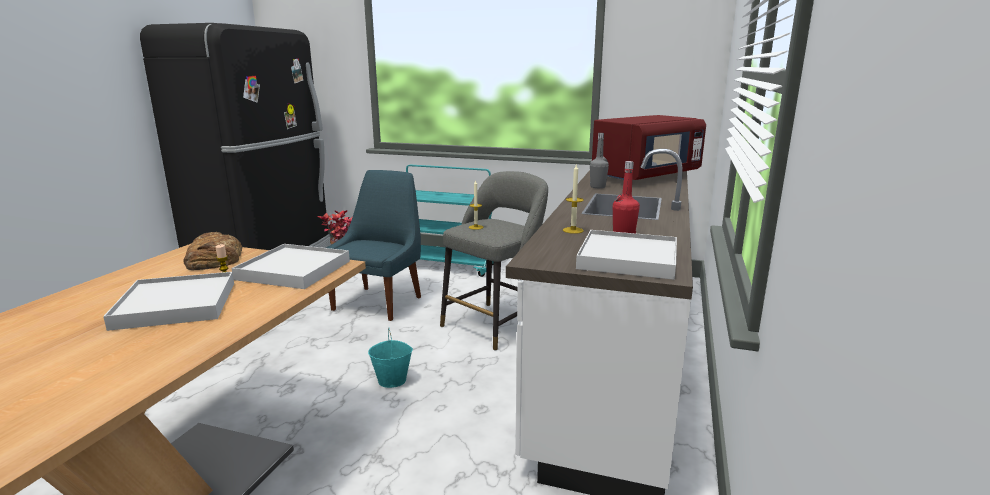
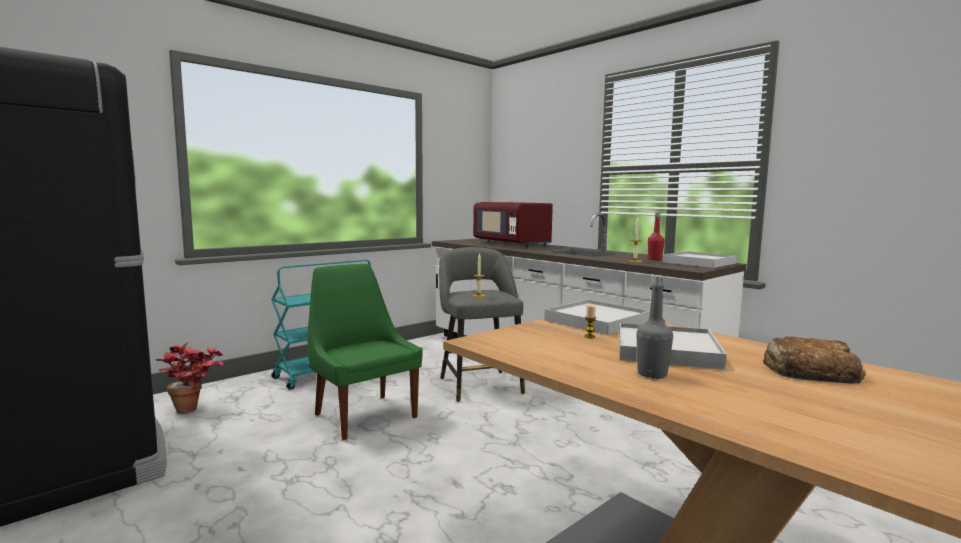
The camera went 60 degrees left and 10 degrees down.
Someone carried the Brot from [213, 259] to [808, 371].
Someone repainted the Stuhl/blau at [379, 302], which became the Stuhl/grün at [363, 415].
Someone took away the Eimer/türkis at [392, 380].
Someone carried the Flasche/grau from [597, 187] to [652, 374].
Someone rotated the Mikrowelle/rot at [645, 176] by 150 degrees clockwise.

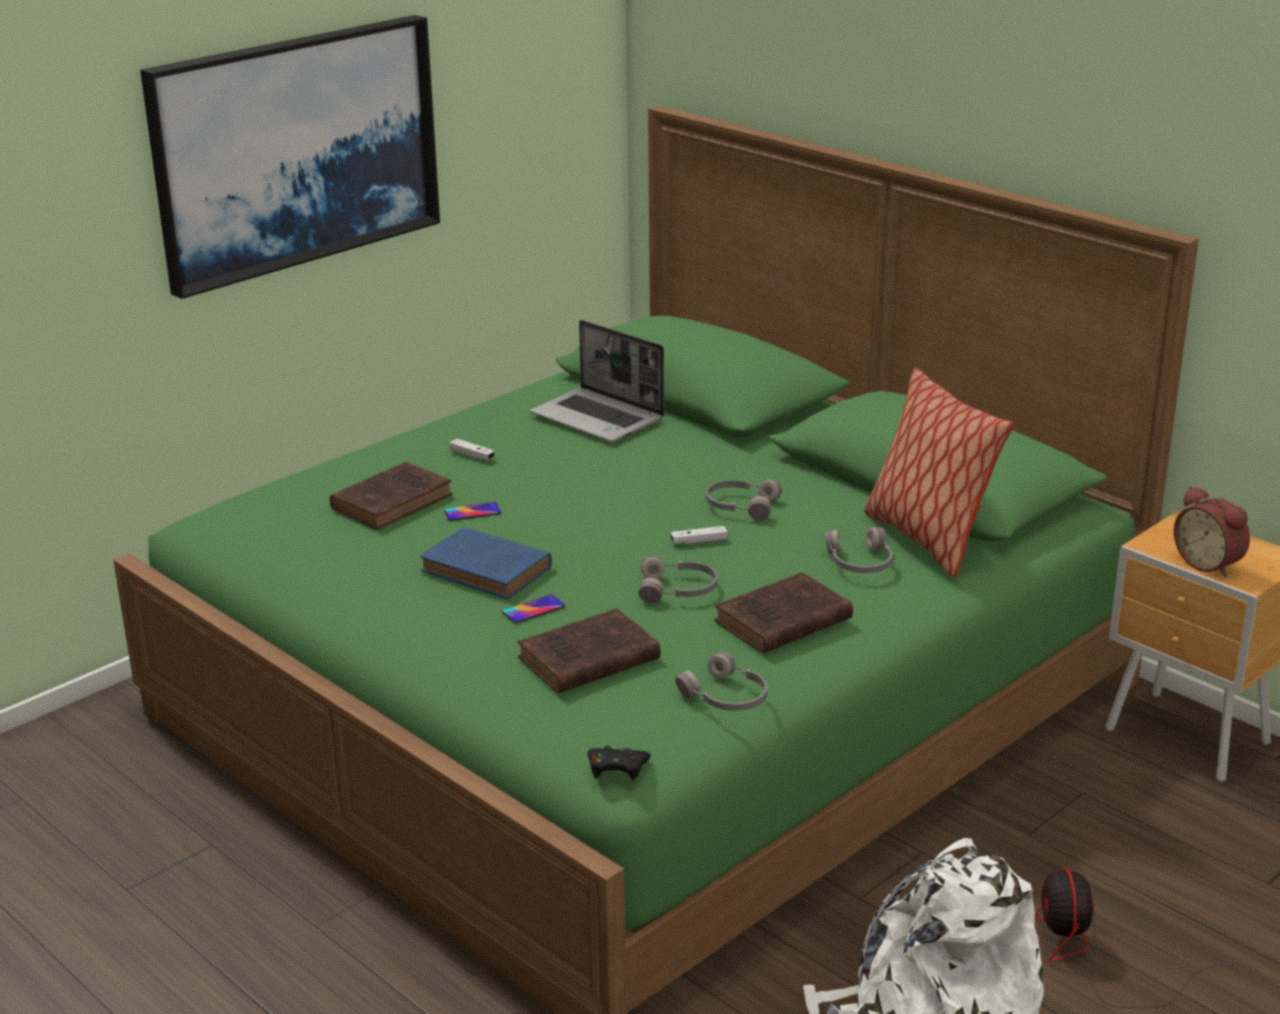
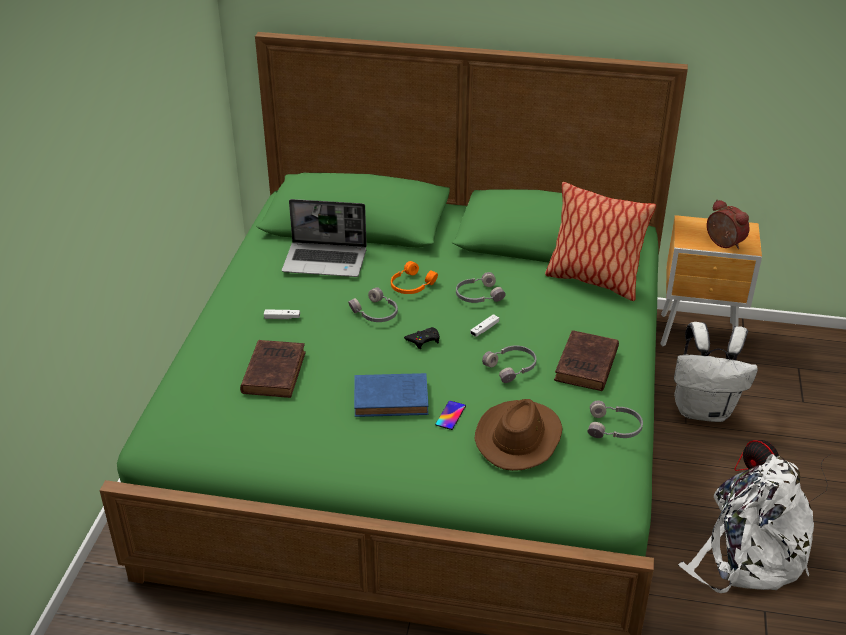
The camera went 35 degrees left and 10 degrees up.
Someone took away the Bild at [296, 150].
Someone took away the Handy at [472, 512].
Someone swapped the Buch/braun at [585, 660] for the Hut/braun at [518, 437].
Someone carried the Gamepad/schwarz from [617, 768] to [423, 340].
Someone carried the Kopfhörer/grau from [859, 562] to [375, 313].
Someone rotated the Wecker at [1209, 563] by 150 degrees counterclockwise.
Someone put down the Kopfhörer/orange at [411, 285].
Someone put down the Rucksack/weiß at [704, 410].

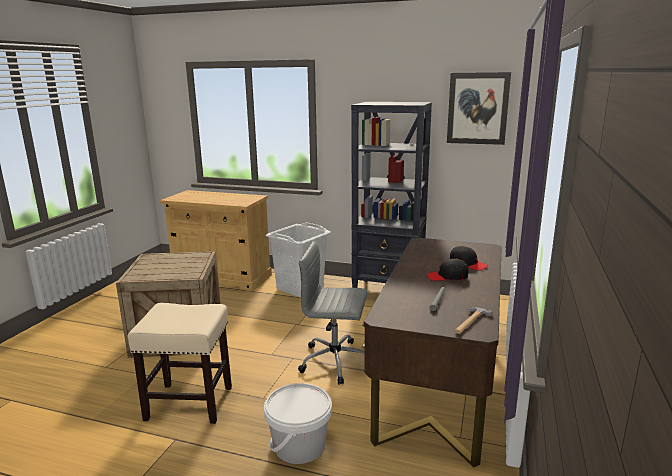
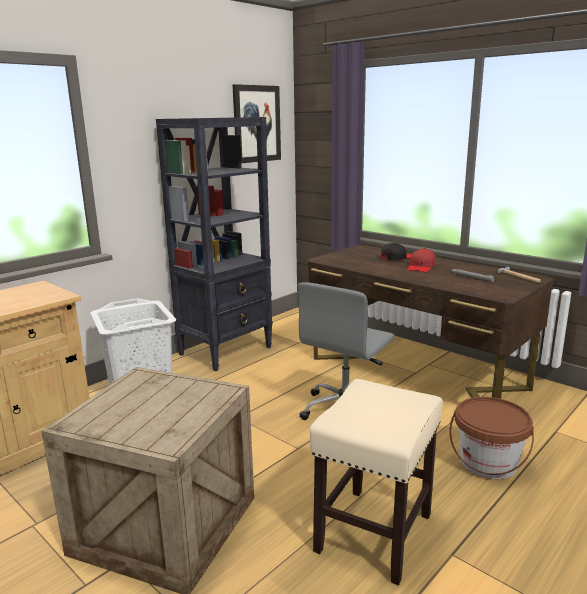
The camera went 65 degrees left and 0 degrees up.
Someone repainted the Eimer/weiß at [299, 446], which became the Eimer/braun at [488, 462].
Someone repainted the Kappe/schwarz at [447, 276], which became the Kappe/rot at [421, 267].

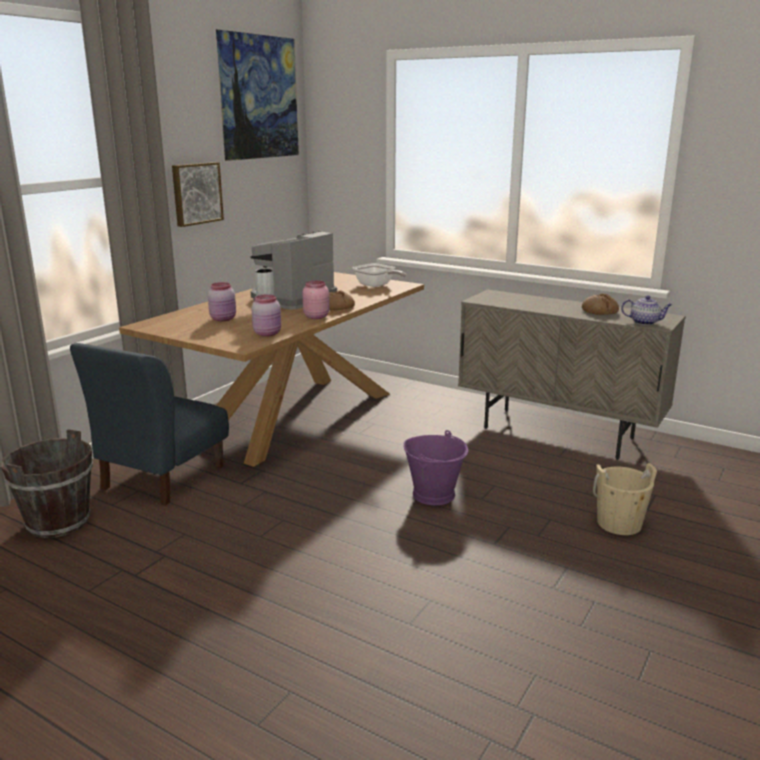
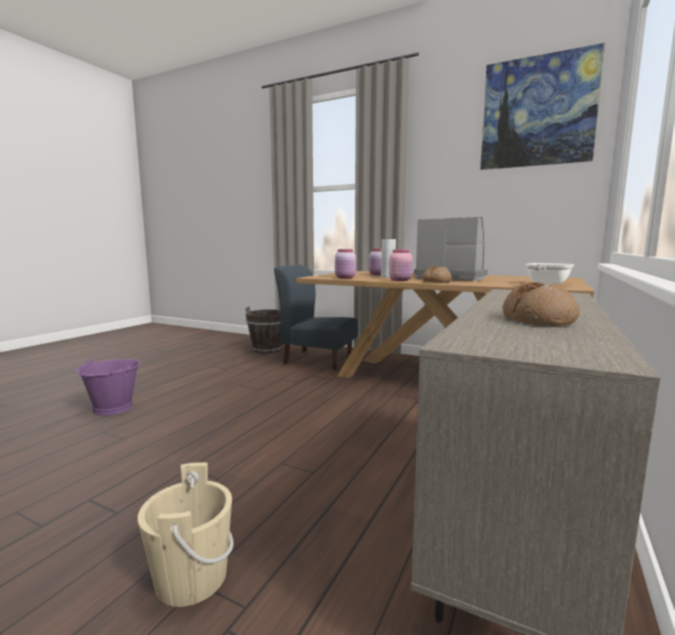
The camera went 85 degrees right and 10 degrees down.
Someone took away the Bild at [196, 193].
Someone carried the Eimer/lila from [434, 494] to [113, 408].
Someone took away the Teekanne at [645, 322].

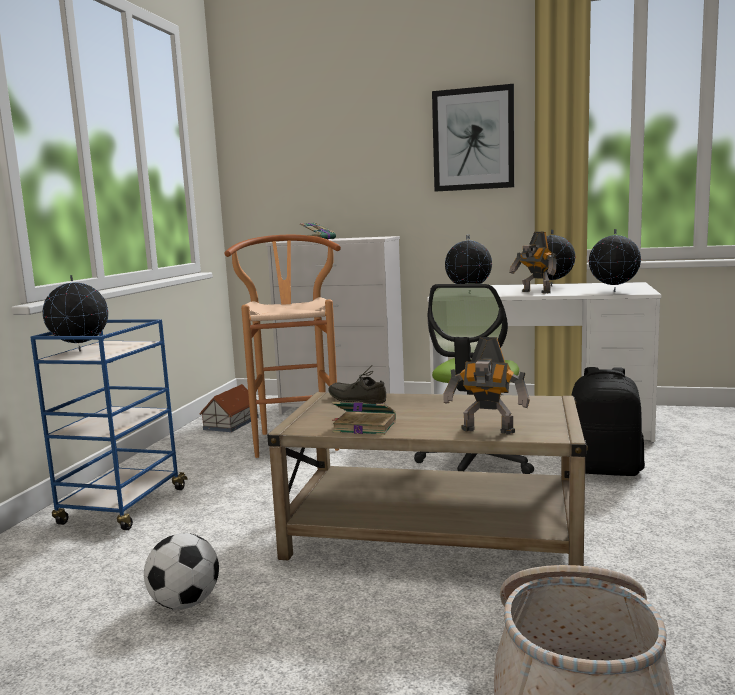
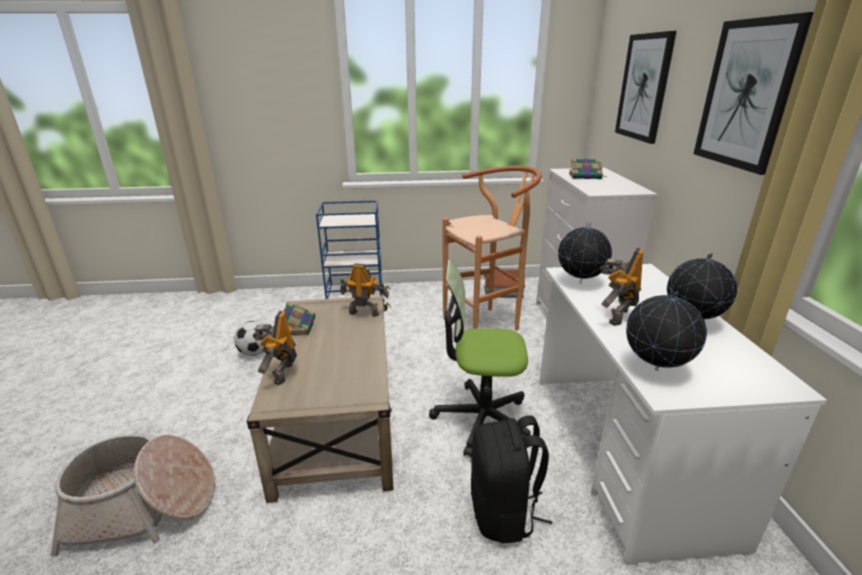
The camera went 70 degrees right and 15 degrees up.
Someone took away the Globus at [81, 351].
Someone swapped the Schuh/grau at [358, 399] for the Spielzeugroboter at [364, 313].
Someone put up the Bild at [644, 87].

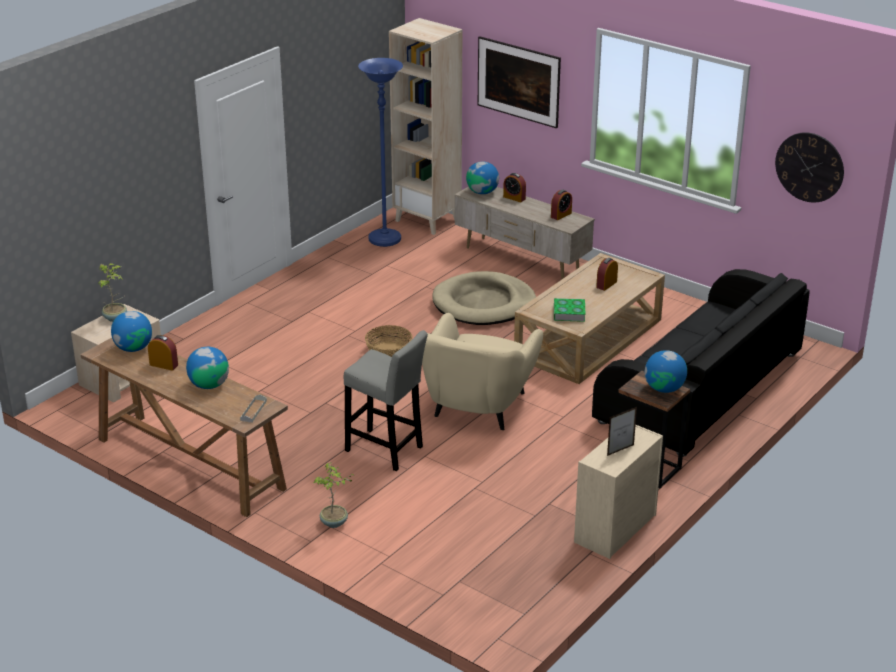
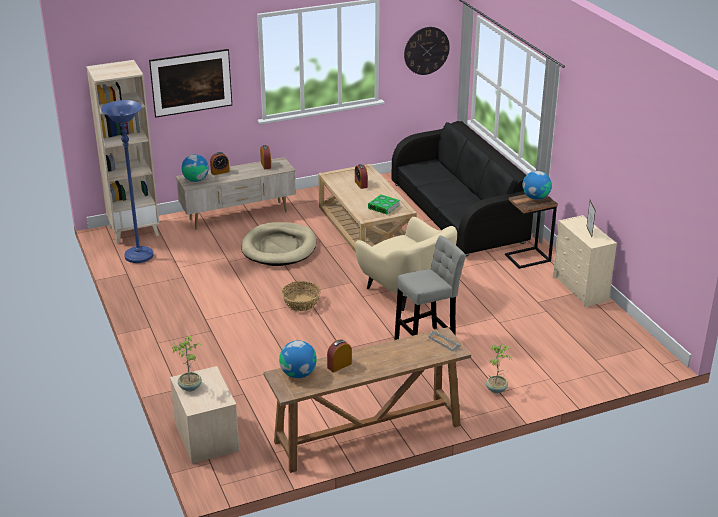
The camera went 60 degrees left and 0 degrees up.
Someone took away the Globus at [209, 385].

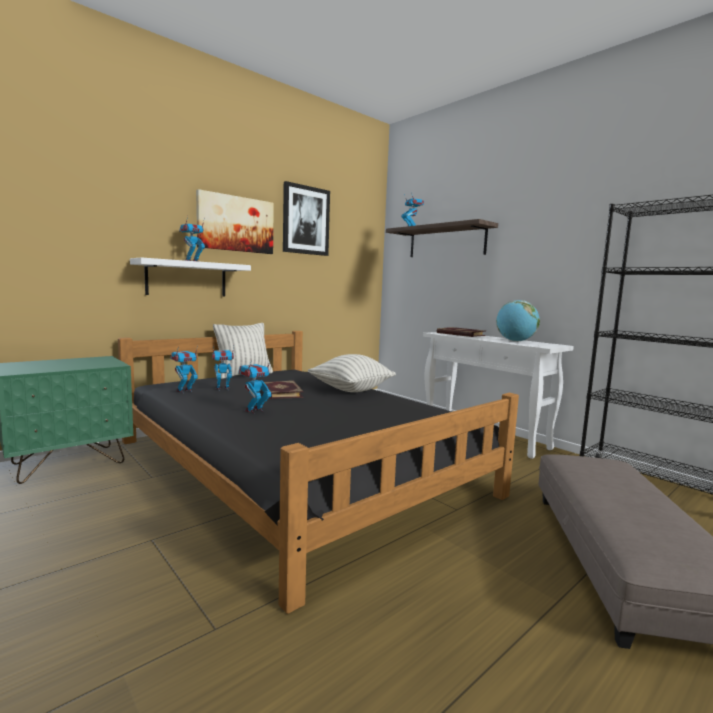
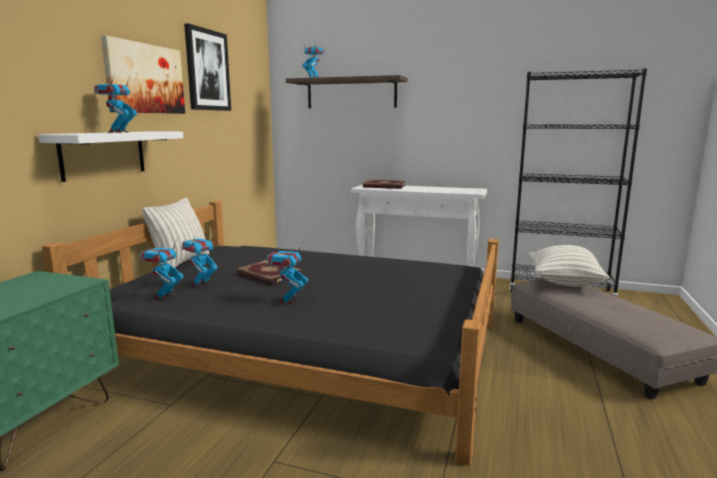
The camera went 30 degrees left and 5 degrees up.
Someone carried the Kissen from [351, 390] to [564, 283].
Someone took away the Globus at [515, 341].

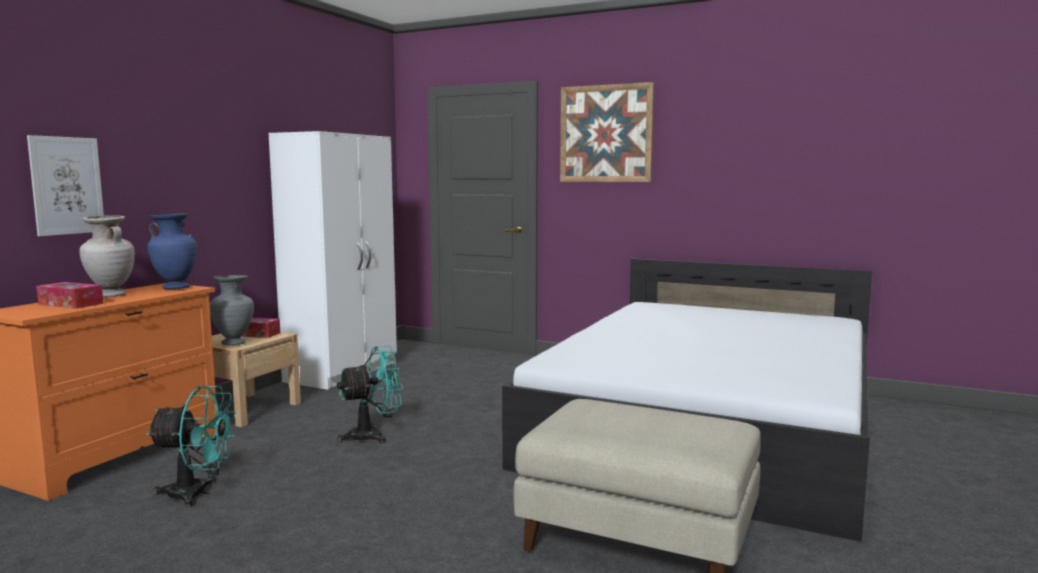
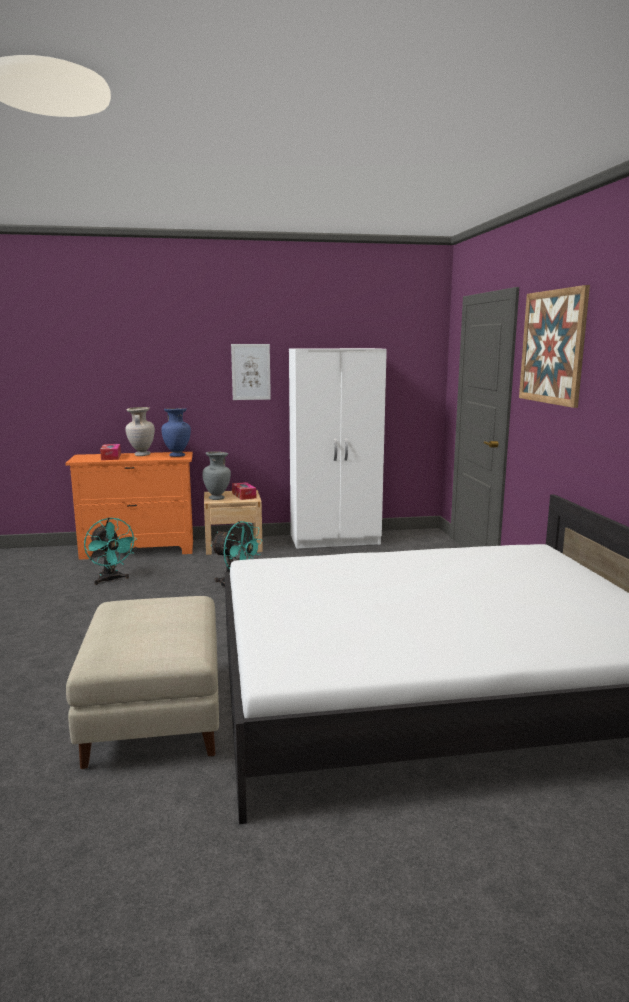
The camera went 55 degrees right and 5 degrees up.
Someone carried the Bild from [67, 185] to [251, 372].

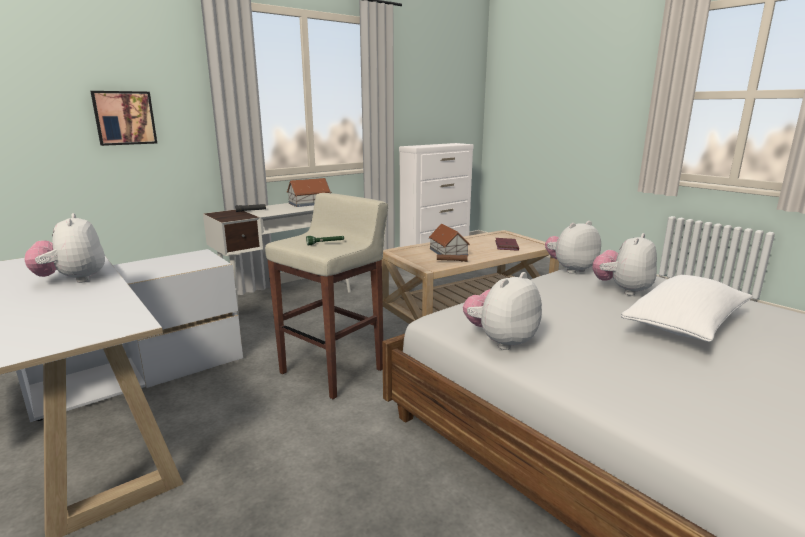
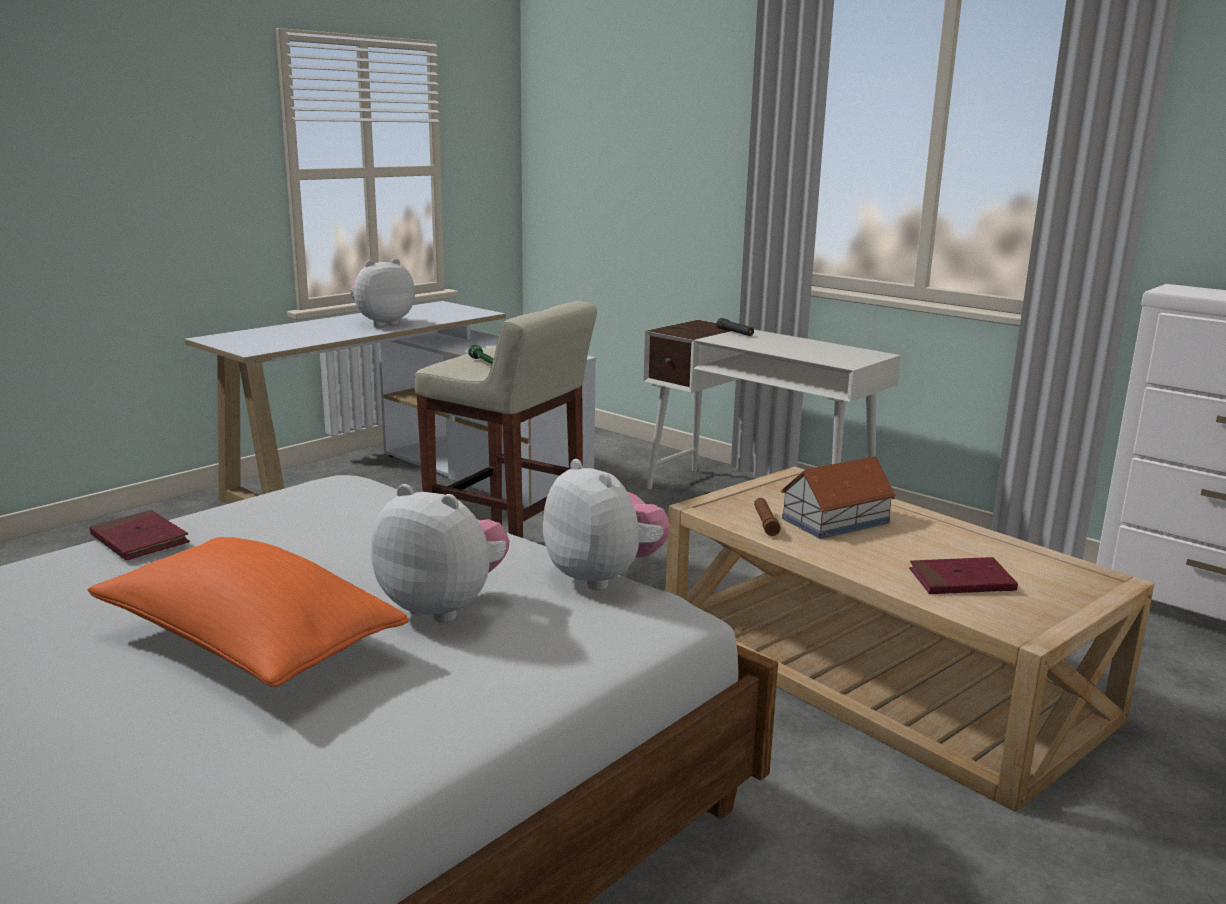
The camera went 80 degrees right and 0 degrees up.
Someone took away the Bild at [124, 118].
Someone took away the Spielzeughaus at [309, 203].
Someone took away the Plüschtier at [500, 341].
Someone repainted the Kissen/weiß at [685, 325], which became the Kissen/orange at [248, 645].
Someone put down the Buch/rot at [140, 540].

